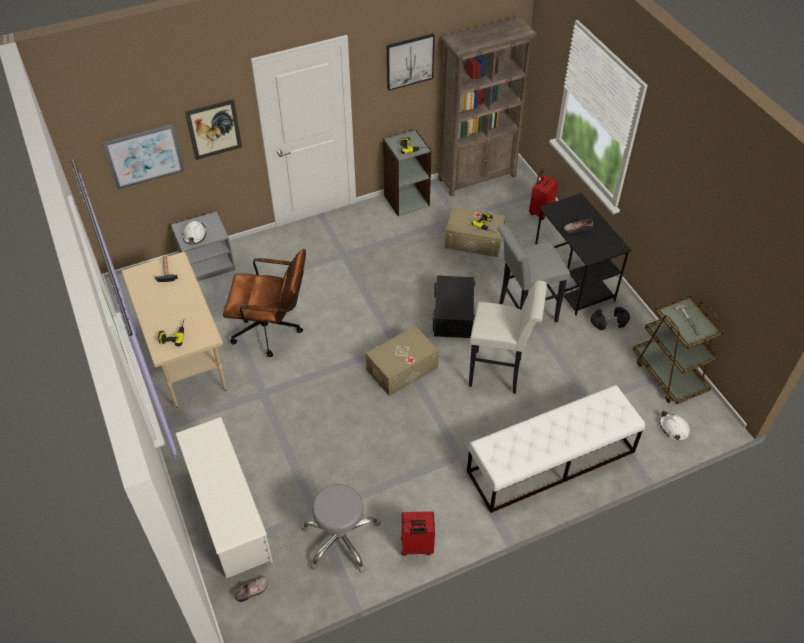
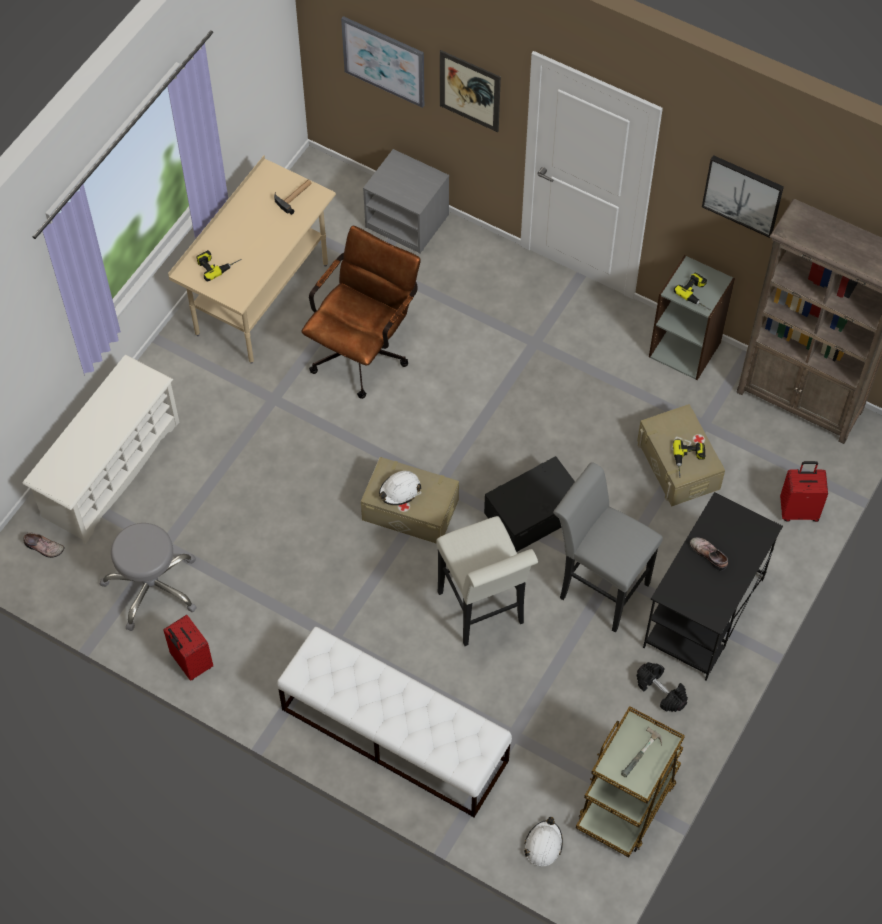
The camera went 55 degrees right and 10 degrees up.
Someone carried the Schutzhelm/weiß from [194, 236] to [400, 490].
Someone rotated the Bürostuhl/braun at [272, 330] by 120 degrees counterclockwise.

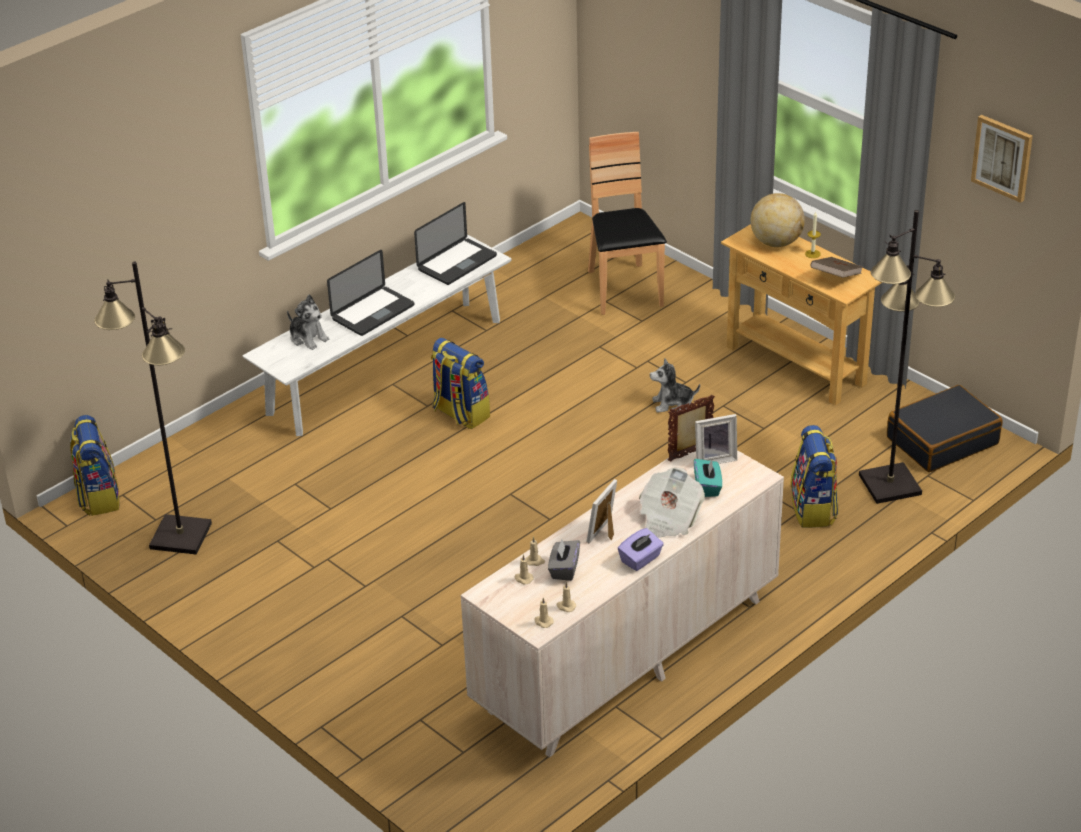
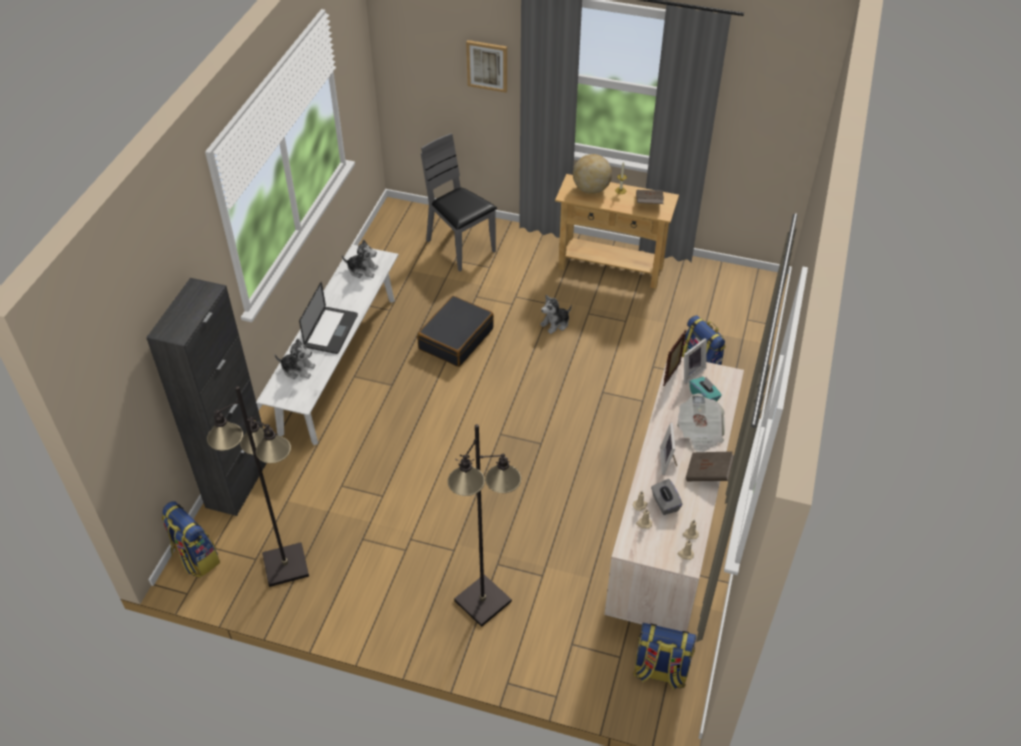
The camera went 30 degrees left and 10 degrees up.
Someone swapped the Laptop at [457, 263] for the Plüschtier at [362, 270].
Someone carried the Rucksack from [460, 414] to [660, 672].
Someone repainted the Stuhl/braun at [623, 289], which became the Stuhl/grau at [460, 247].
Someone swapped the Taschentuchbox/lila at [640, 559] for the Buch/braun at [708, 474].
Someone carried the Stehlampe/schwarz from [889, 484] to [482, 601].
Someone carried the Koffer/schwarz from [942, 440] to [455, 338].
Someone carried the Bild from [1002, 157] to [487, 65].
Someone put down the Schrank/schwarz at [238, 482].

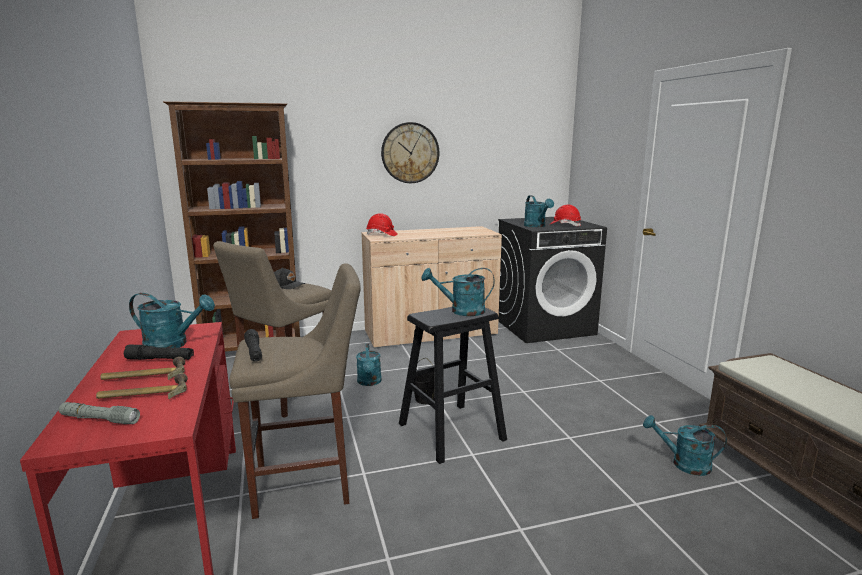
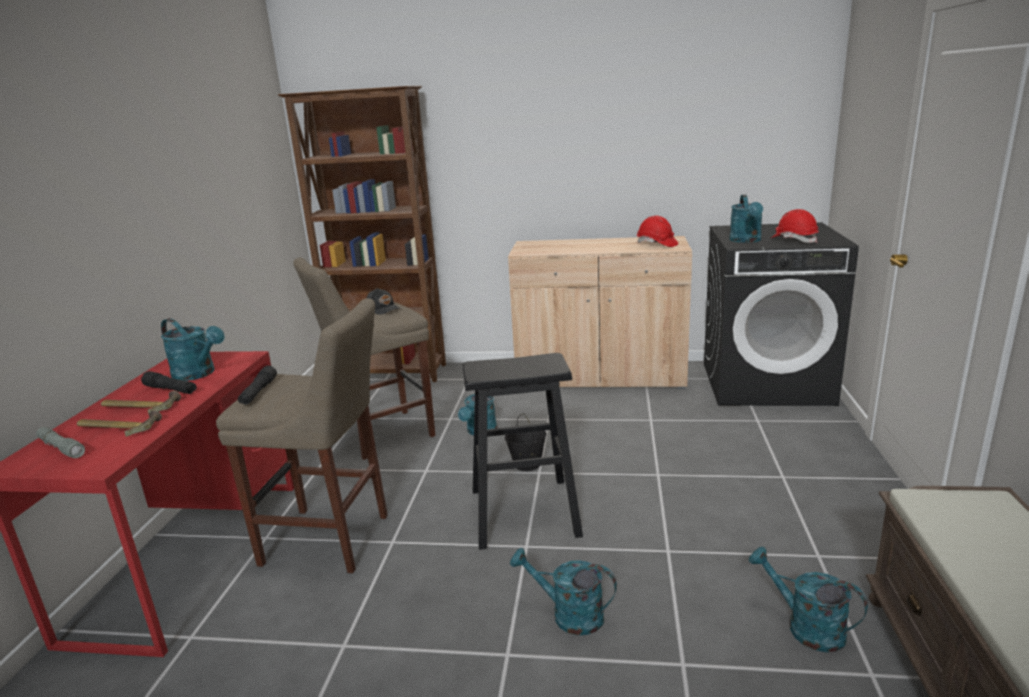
The camera went 25 degrees right and 5 degrees up.
Someone carried the Schutzhelm/rot from [381, 234] to [656, 244].
Someone took away the Wanduhr at [410, 153].
Someone carried the Gießkanne/türkis from [461, 311] to [568, 615].

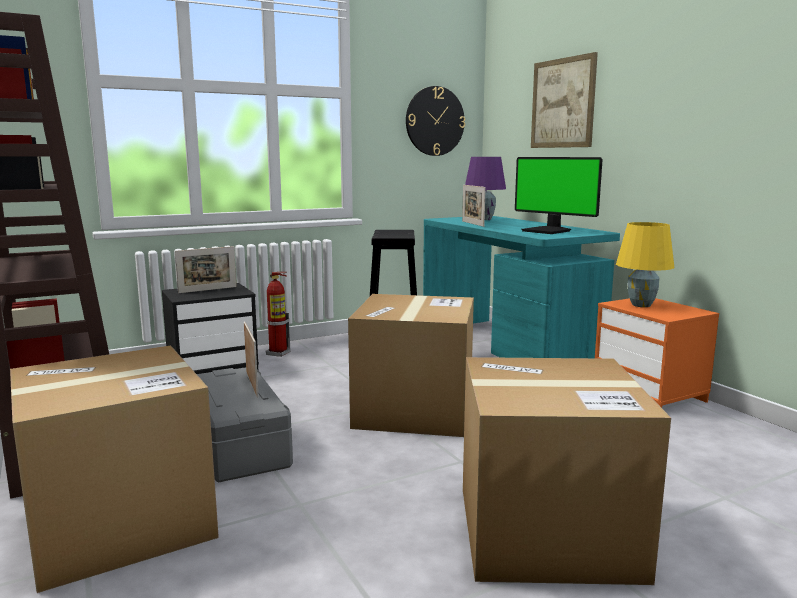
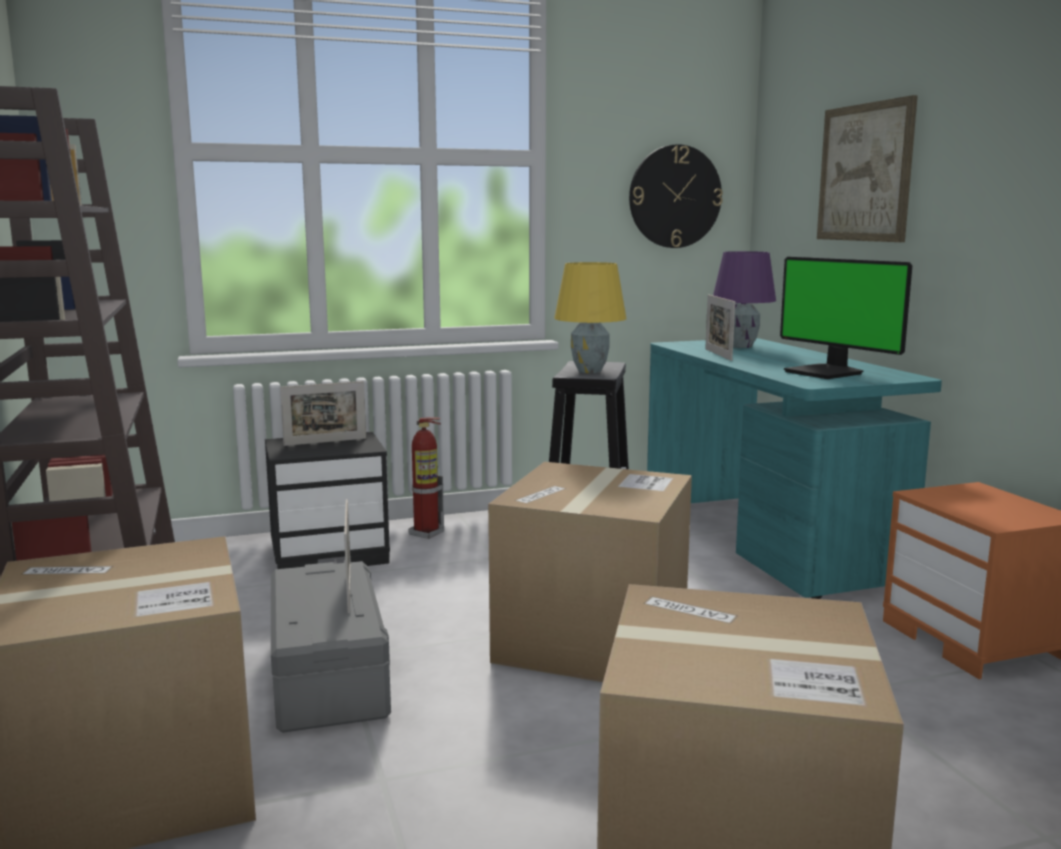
The camera went 10 degrees right and 0 degrees up.
Someone carried the Tischlampe/gelb from [640, 305] to [588, 371].

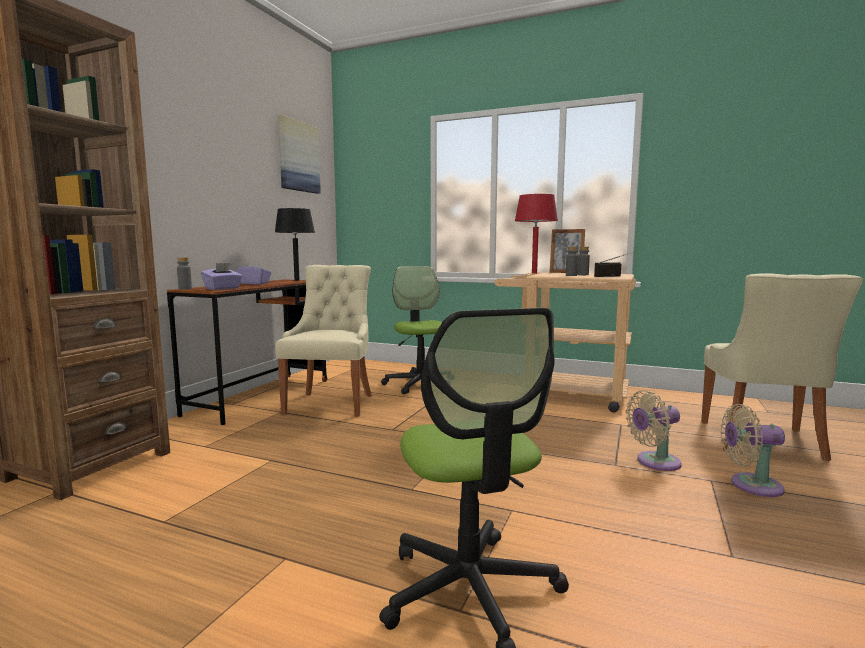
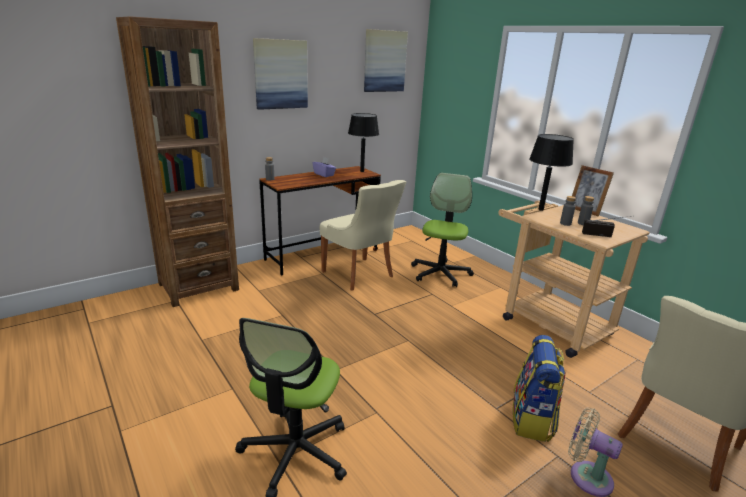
The camera went 30 degrees right and 15 degrees up.
Someone took away the Taschentuchbox/lila at [222, 288].
Someone rotated the Stuhl/beige at [331, 403] by 105 degrees clockwise.
Someone repainted the Tischlampe/rot at [534, 273], which became the Tischlampe/schwarz at [540, 209].
Someone swapped the Ventilator/beige at [654, 462] for the Rucksack at [532, 420].
Someone put up the Bild at [280, 74].

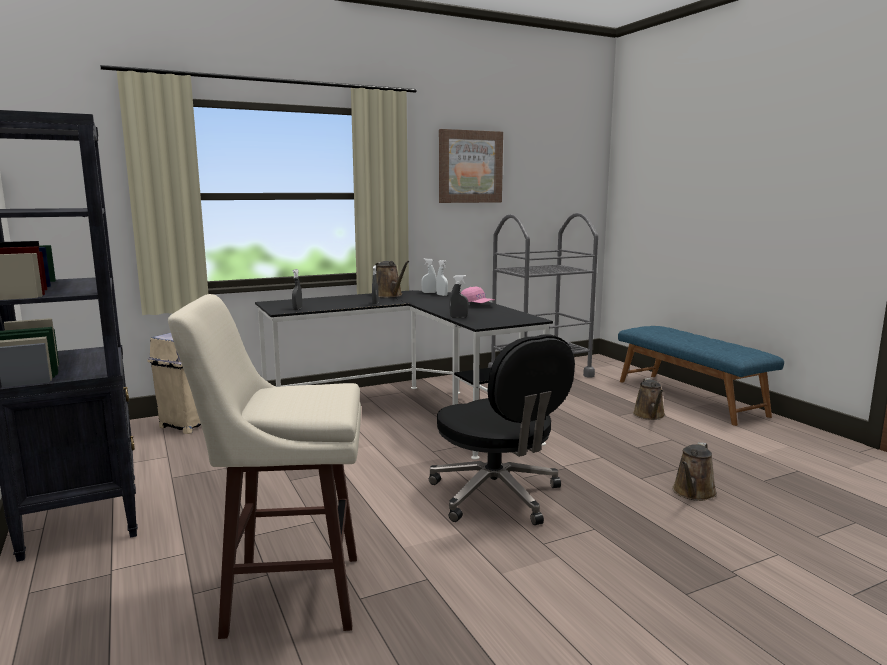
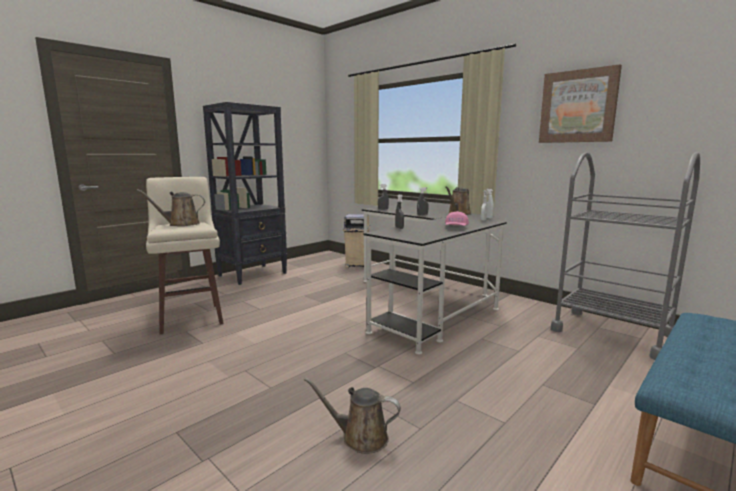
The camera went 70 degrees right and 0 degrees up.
Someone took away the Bürostuhl/schwarz at [497, 496].
Someone carried the Gießkanne/braun from [649, 416] to [181, 224].

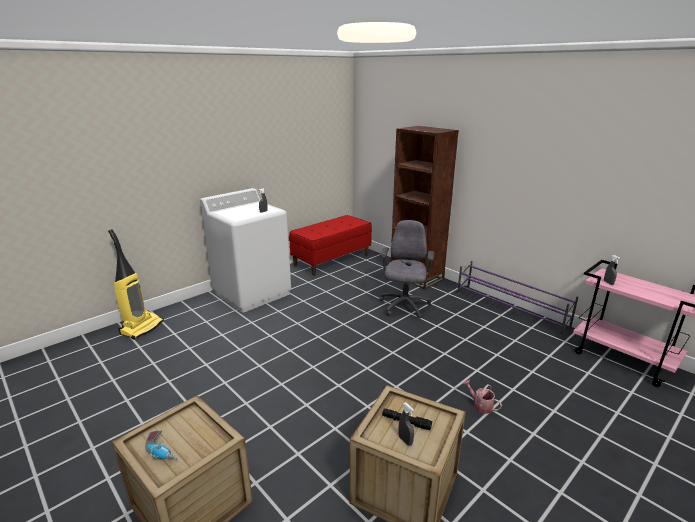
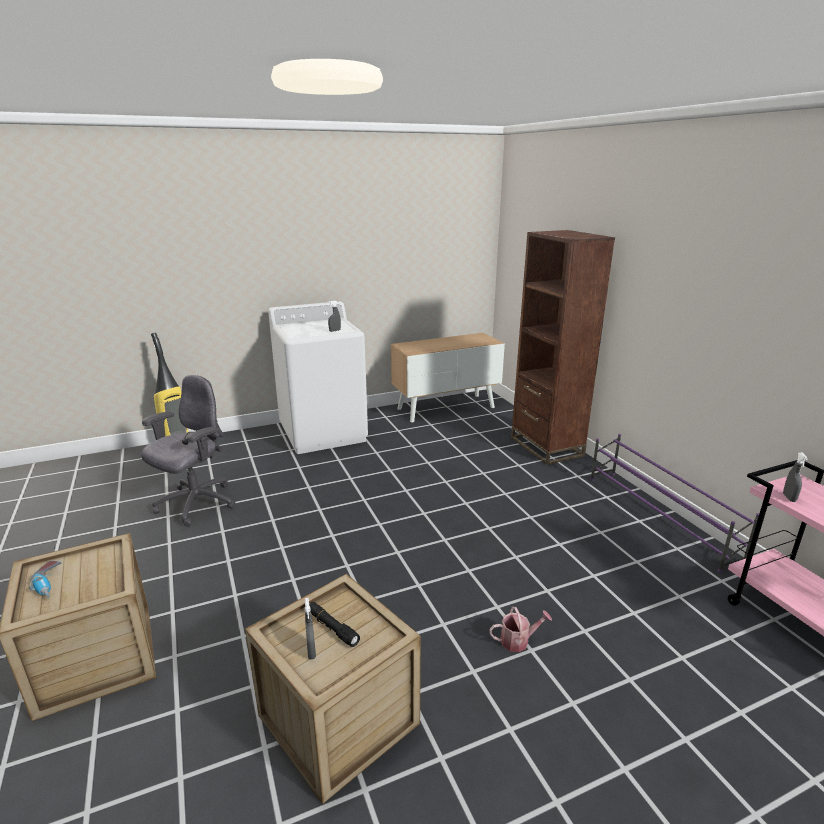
The camera went 20 degrees right and 0 degrees up.
Someone swapped the Bank/rot at [331, 260] for the Schrank at [446, 407].
Someone carried the Bürostuhl/grau from [404, 306] to [195, 504].
Someone rotated the Gießkanne at [480, 405] by 105 degrees clockwise.

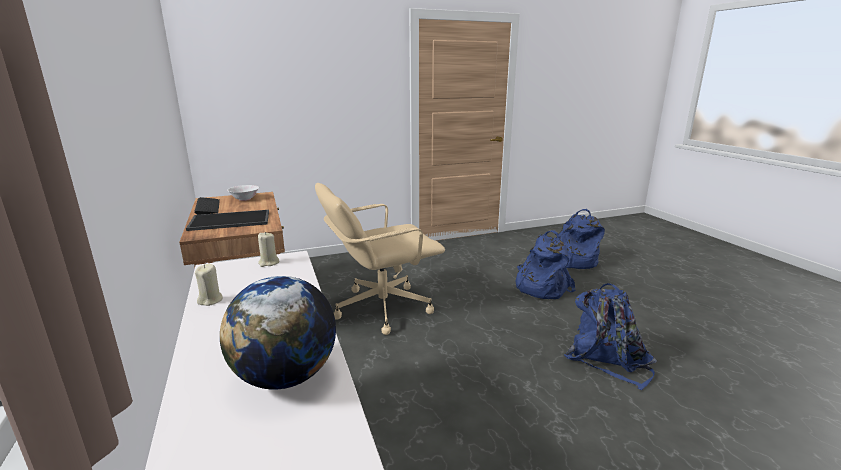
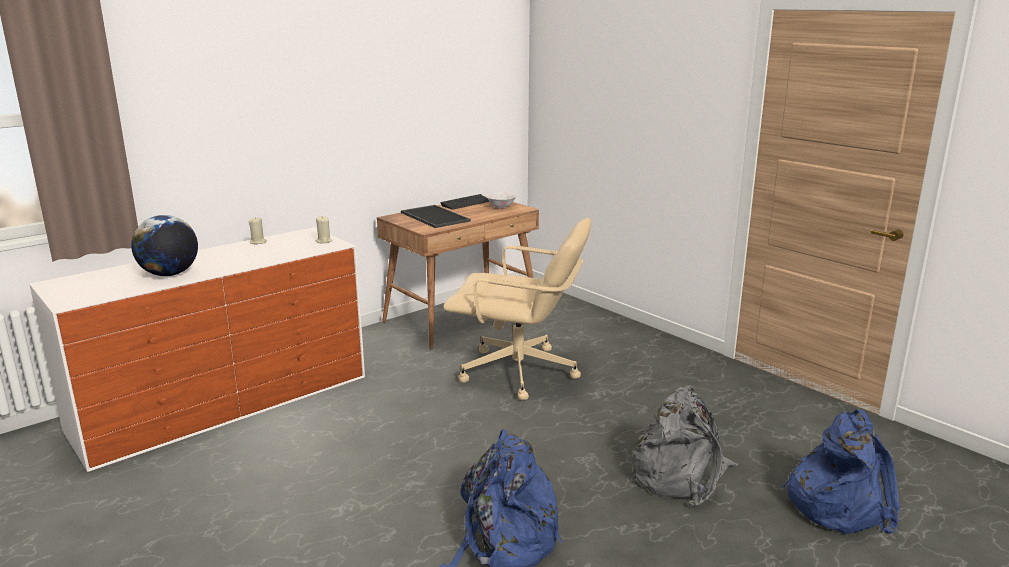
The camera went 70 degrees right and 0 degrees up.
Someone rotated the Bürostuhl/beige at [381, 308] by 150 degrees clockwise.
Someone repainted the Rucksack/blau at [540, 287], which became the Rucksack/grau at [681, 475].

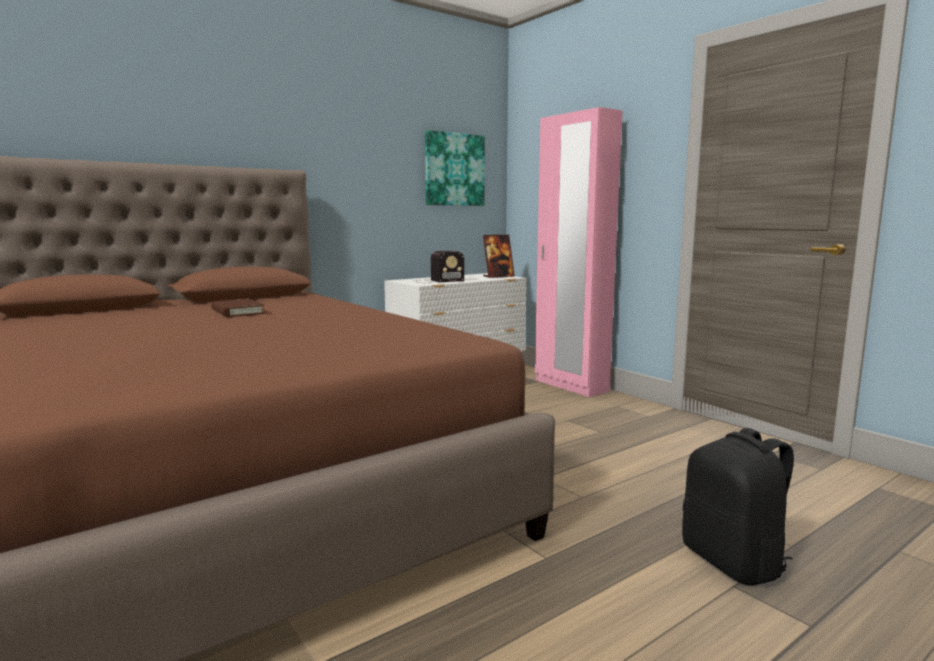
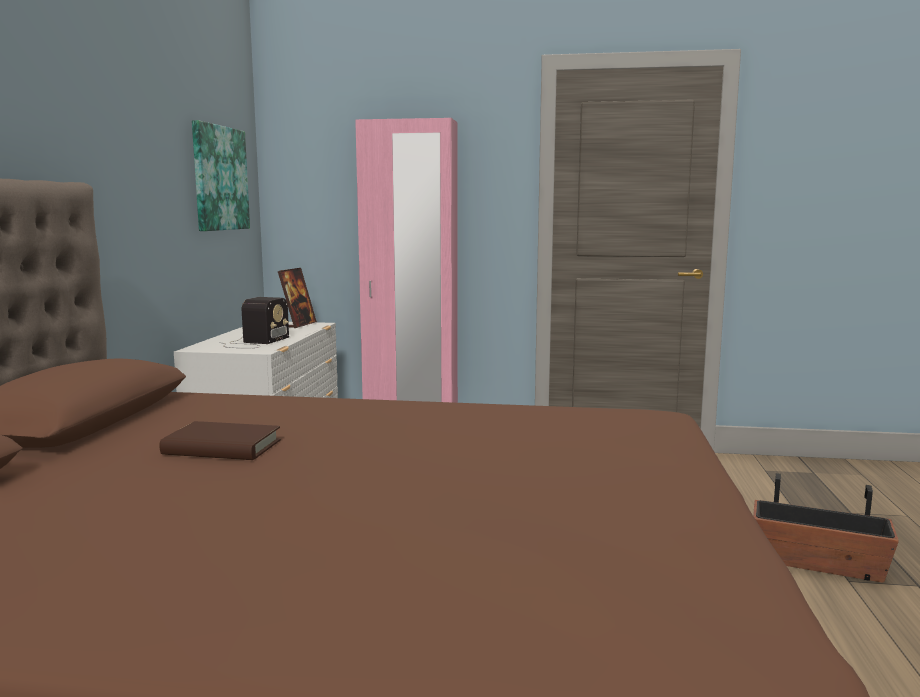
The camera went 45 degrees left and 0 degrees up.
Someone swapped the Rucksack/schwarz at [734, 562] for the Pflanzkübel at [817, 563].

